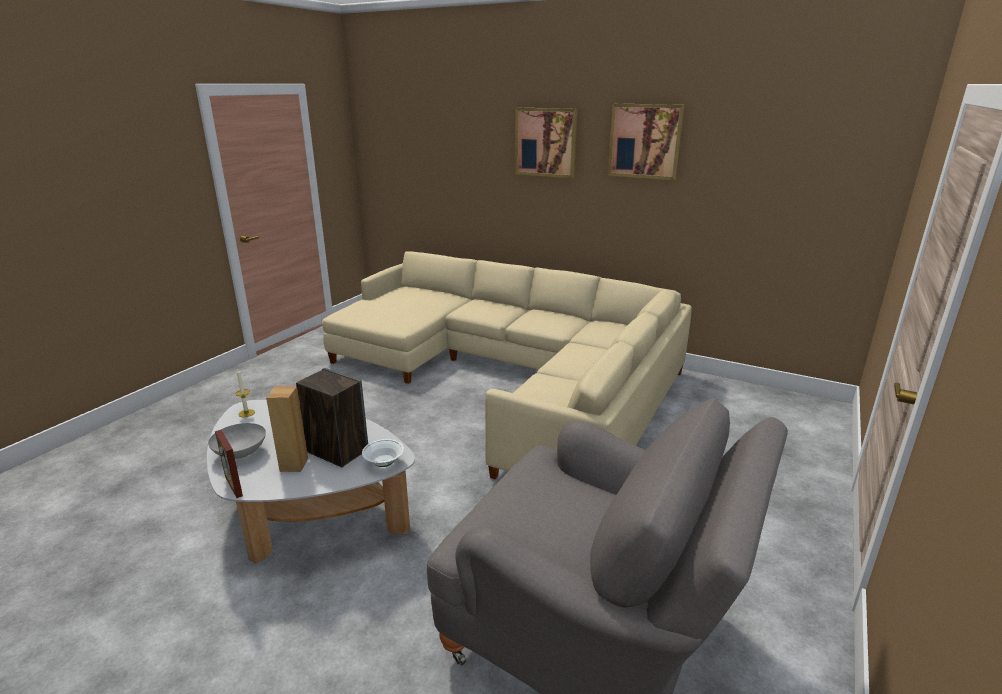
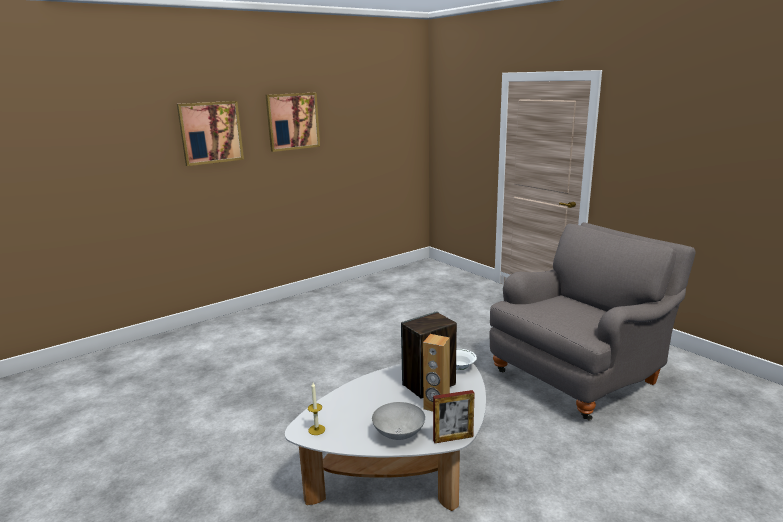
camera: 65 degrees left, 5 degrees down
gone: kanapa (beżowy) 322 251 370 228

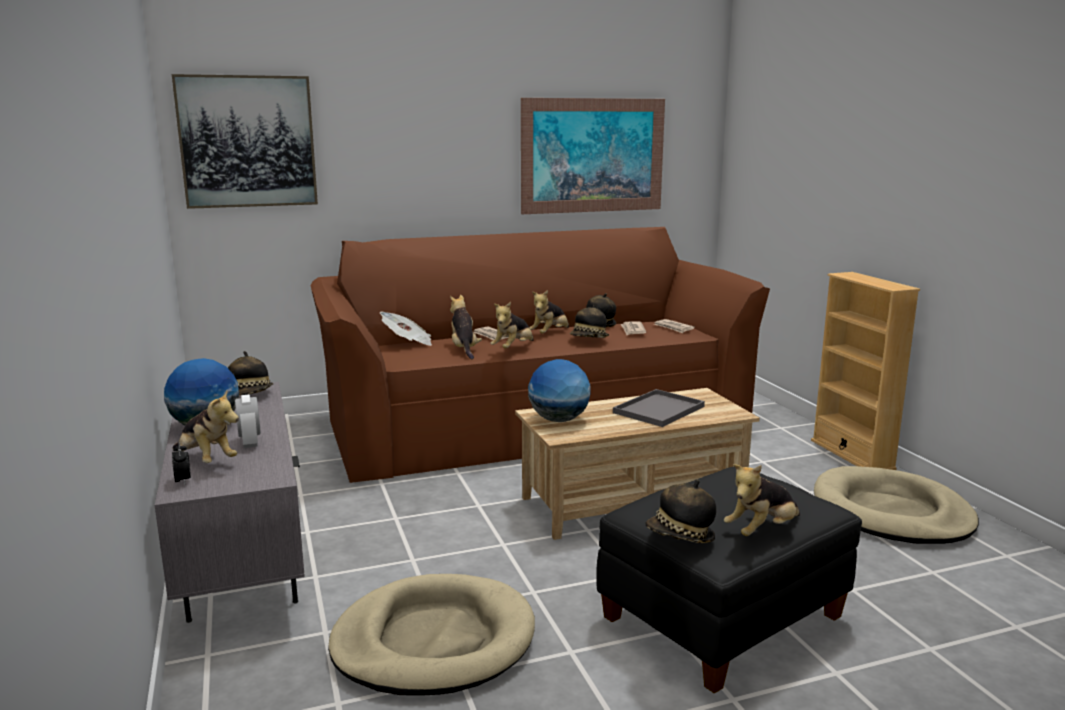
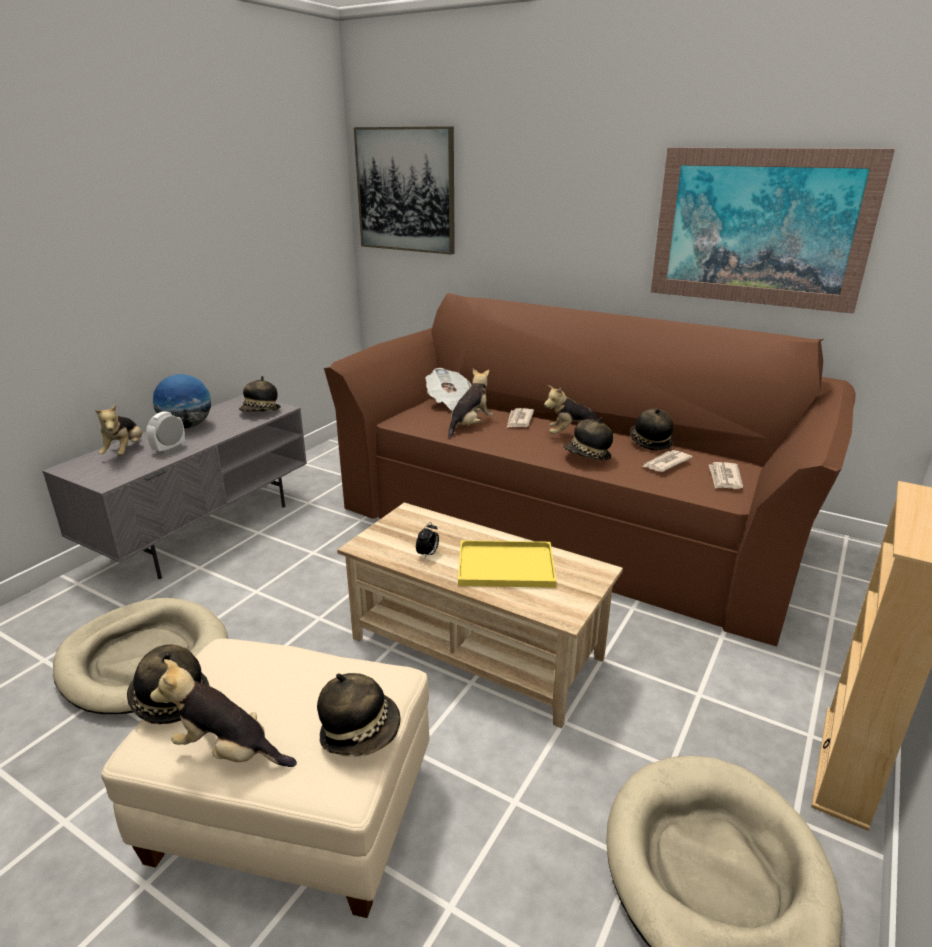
camera: 50 degrees right, 10 degrees up
gone: pluszak 490 302 44 46; globus 528 359 62 63
new: kapelusz 317 673 84 84
shifted: budzik 172 443 19 41 to 416 522 23 36
repainted: pufa (czarny) 596 467 266 227 to pufa (beżowy) 101 638 329 280; taca (szary) 613 389 92 38 to taca (żółty) 458 540 99 48

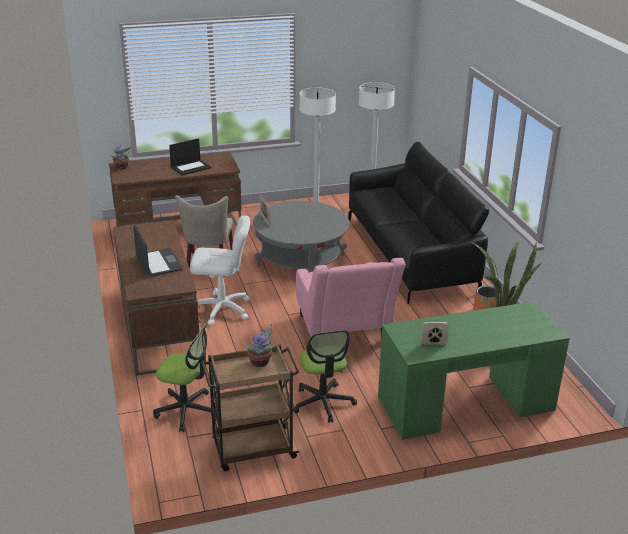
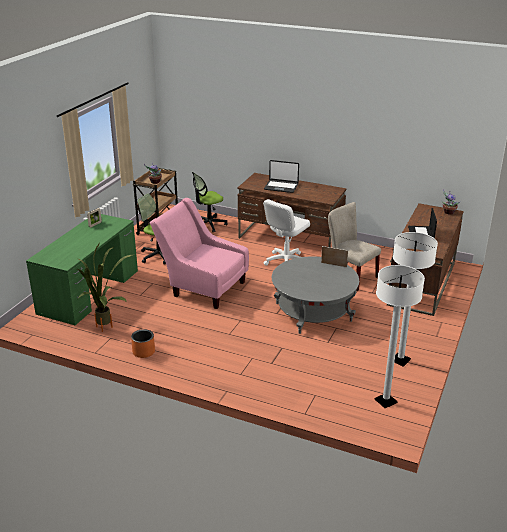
camera: 130 degrees right, 0 degrees up
gone: kanapa (czarny) 349 142 140 162

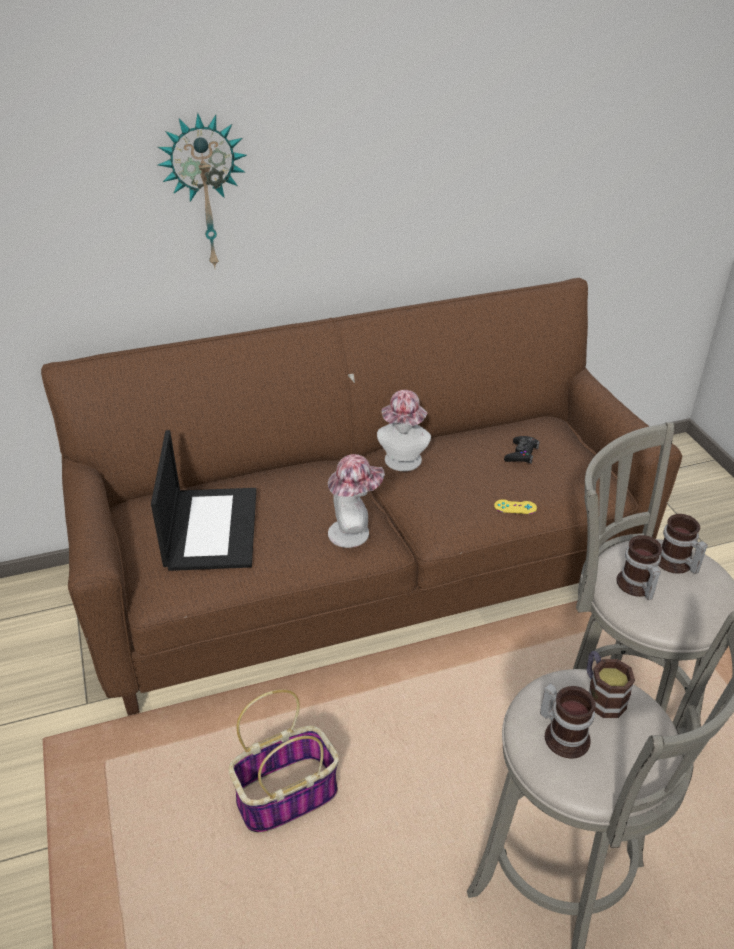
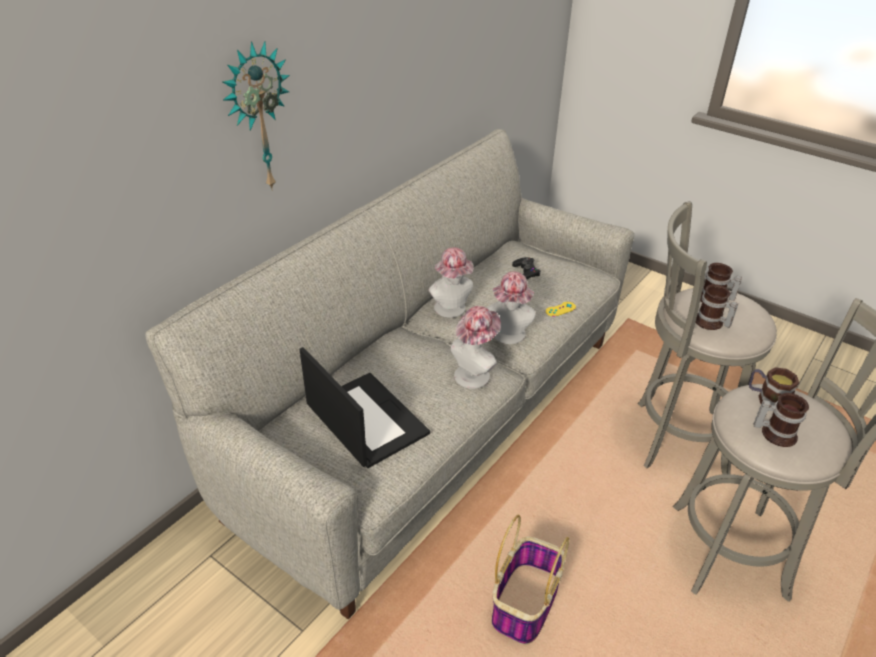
camera: 35 degrees left, 0 degrees up
new: kapelusz 487 272 49 72
repainted: kanapa (brązowy) 41 278 641 438 to kanapa (szary) 145 129 489 490

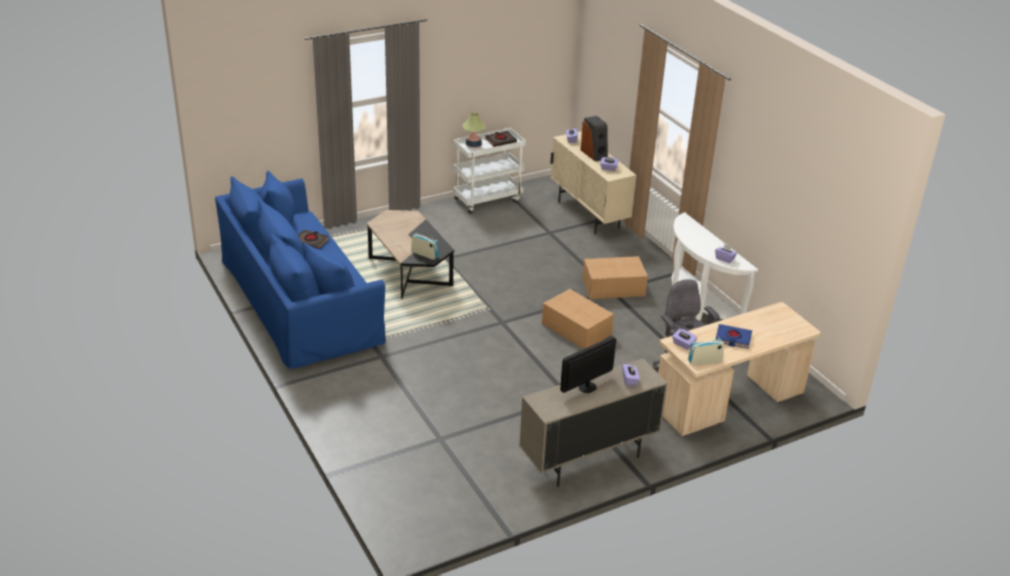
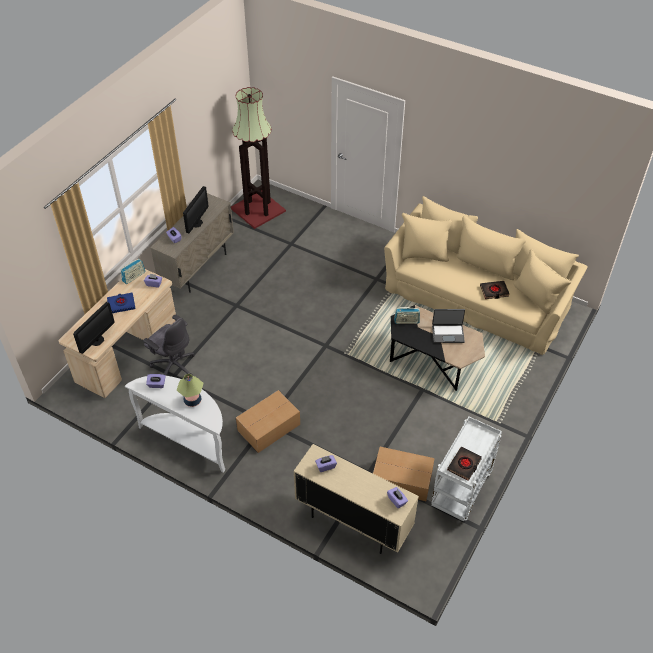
camera: 150 degrees right, 15 degrees up
gone: głośnik 580 116 28 46
new: monitor 73 302 41 52; lampa stojąca 231 87 55 142; laptop 432 309 33 34
shifted: lampa stołowa 462 112 24 36 to 177 374 26 33; karton 542 289 72 60 to 373 447 62 54
repainted: kanapa (niebieski) 215 171 171 198 to kanapa (beżowy) 384 196 204 159

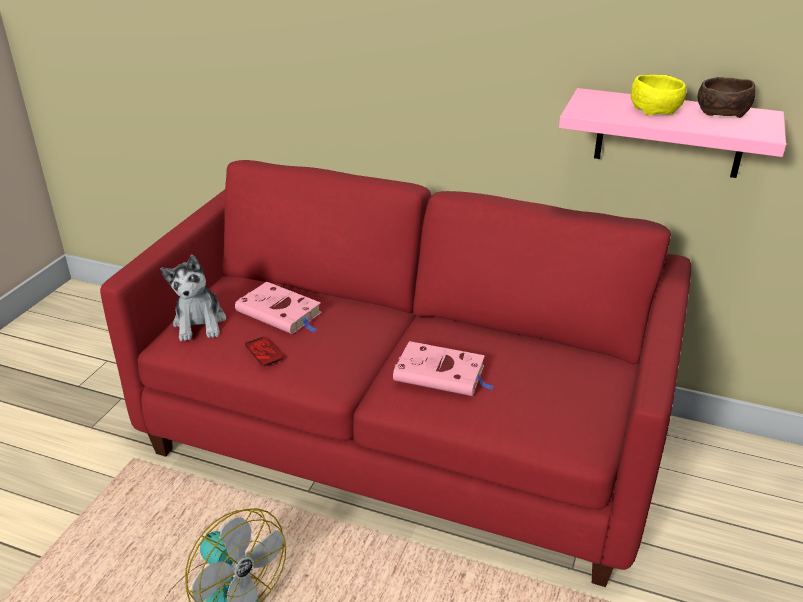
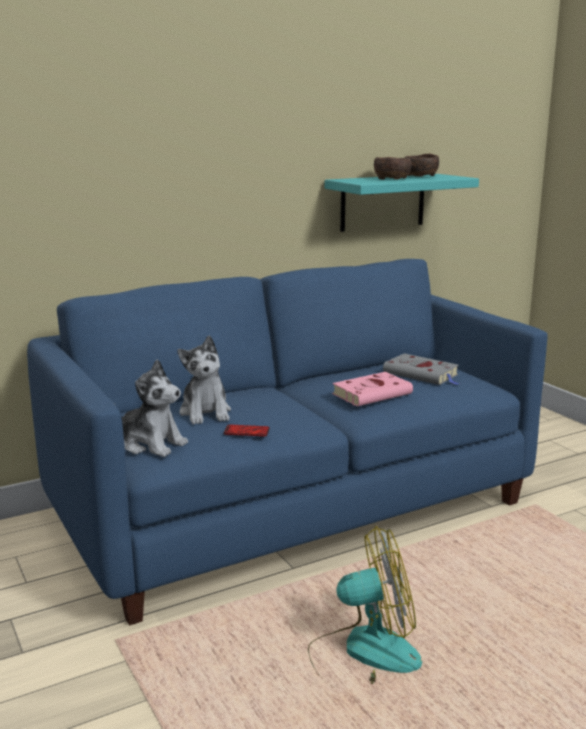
camera: 50 degrees left, 15 degrees down
new: książka (szary) 383 353 77 32
swapped: książka (różowy) 235 282 87 52 to pluszak 177 336 54 89
repainted: kanapa (czerwony) 100 160 591 427 to kanapa (niebieski) 27 259 521 367; półka (różowy) 559 88 227 90 to półka (turkusowy) 325 174 154 58; miska (żółty) 631 75 55 40 to miska (brązowy) 374 157 38 23

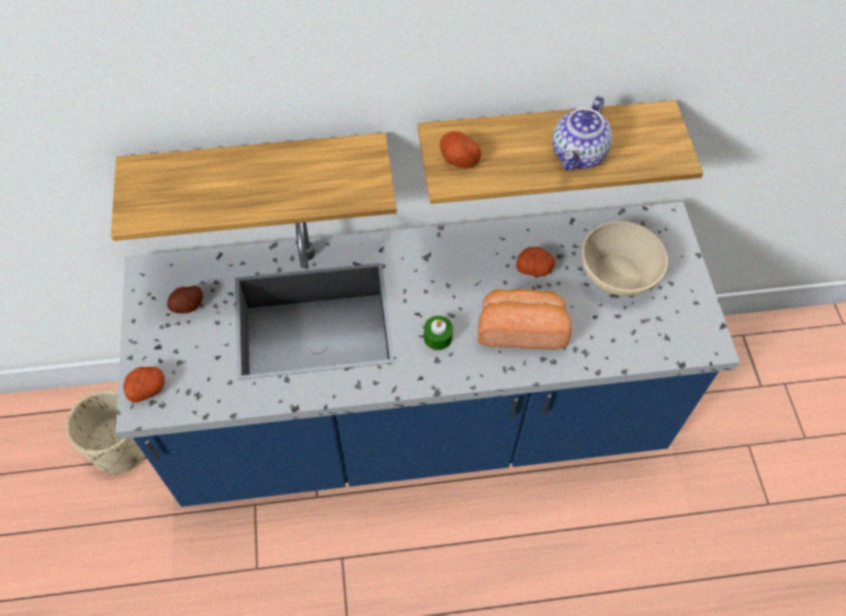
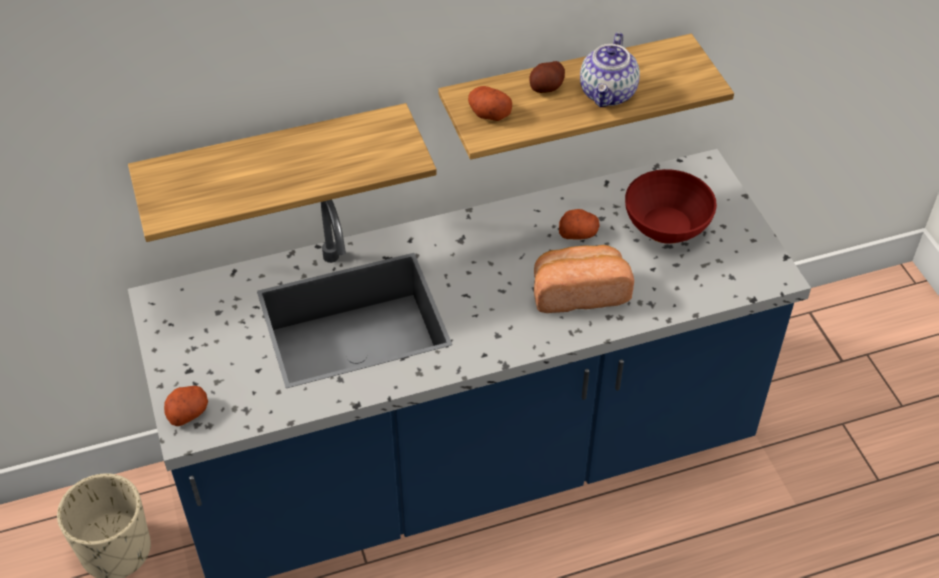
camera: 10 degrees left, 10 degrees down
gone: świeca (zielony) 424 316 29 34
shifted: ziemniak 167 286 36 27 to 529 61 36 32
repainted: miska (beżowy) 582 221 86 75 to miska (czerwony) 625 169 92 75

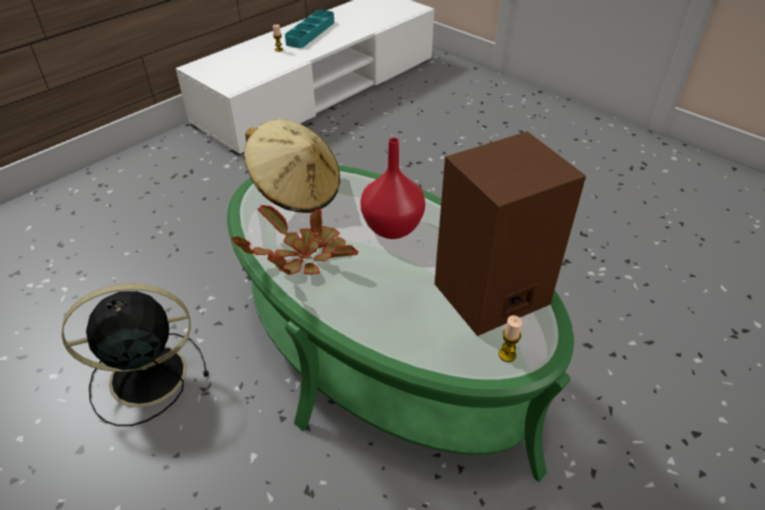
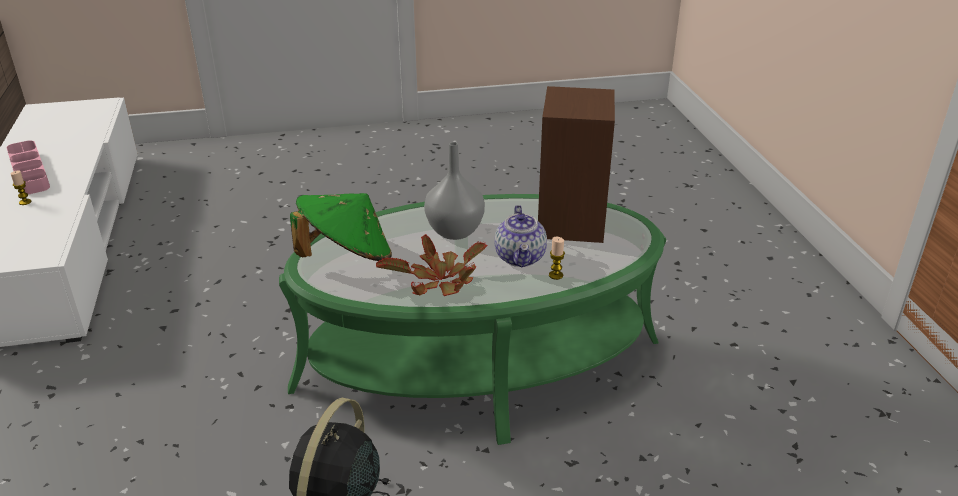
camera: 55 degrees left, 10 degrees down
new: imbryk 495 205 52 63
shifted: świeca 499 315 23 47 to 549 237 16 43
repainted: kapelusz (beżowy) 244 119 96 94 to kapelusz (zielony) 290 193 102 68; taca (turkusowy) 285 10 49 38 to taca (różowy) 6 141 44 54; wazon (czerwony) 361 138 64 101 to wazon (szary) 424 142 61 98

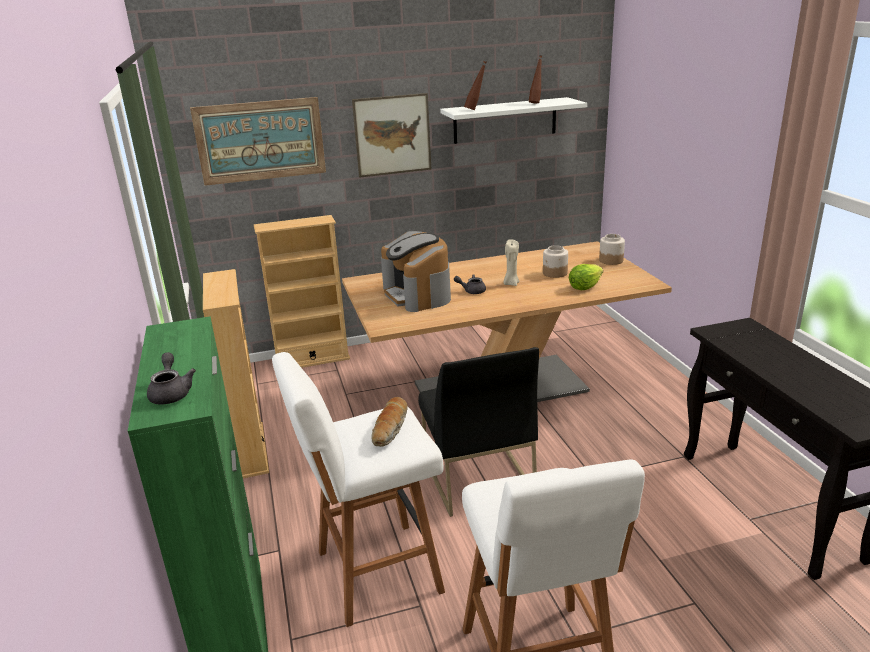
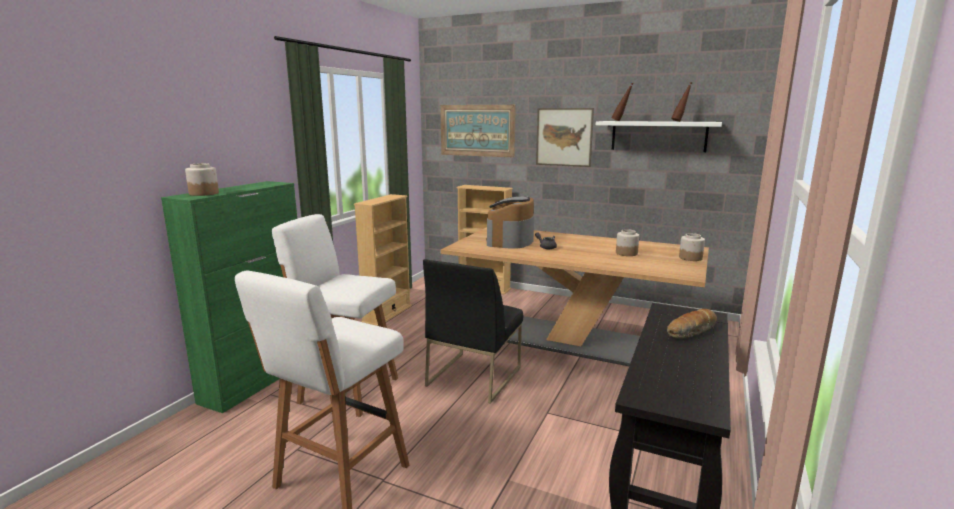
camera: 40 degrees right, 10 degrees down
gone: świeca (beżowy) 503 239 16 47; sałata 568 264 35 26
shifted: chleb 371 397 37 50 to 667 309 50 30
swapped: imbryk (szary) 147 352 49 53 to słoik 185 163 34 33

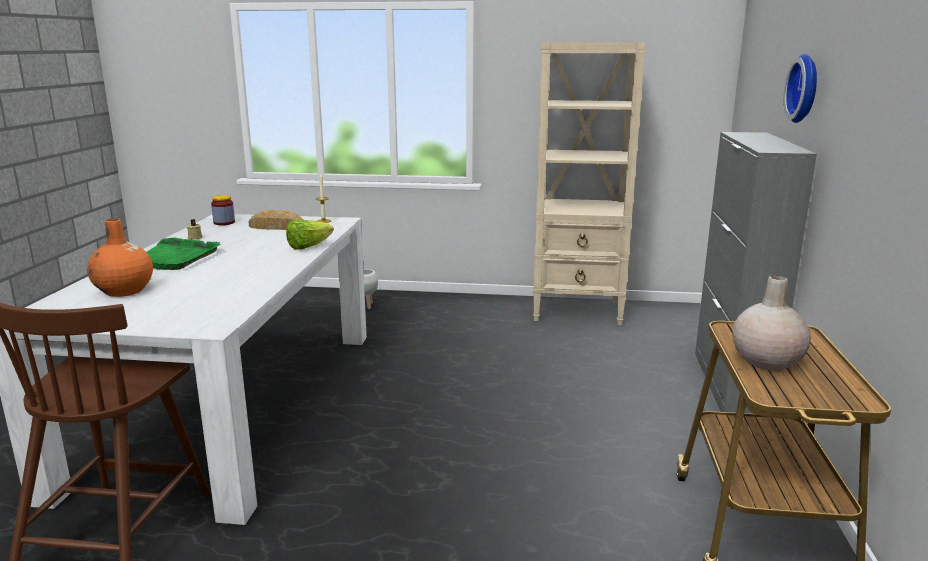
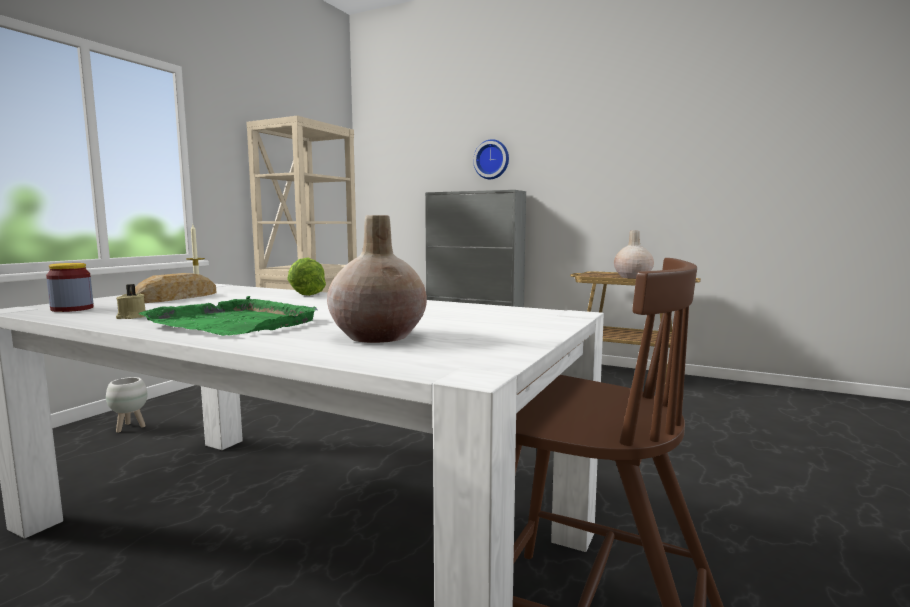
camera: 70 degrees left, 10 degrees down
repainted: wazon (pomarańczowy) 87 218 66 79 to wazon (beżowy) 327 215 100 128

